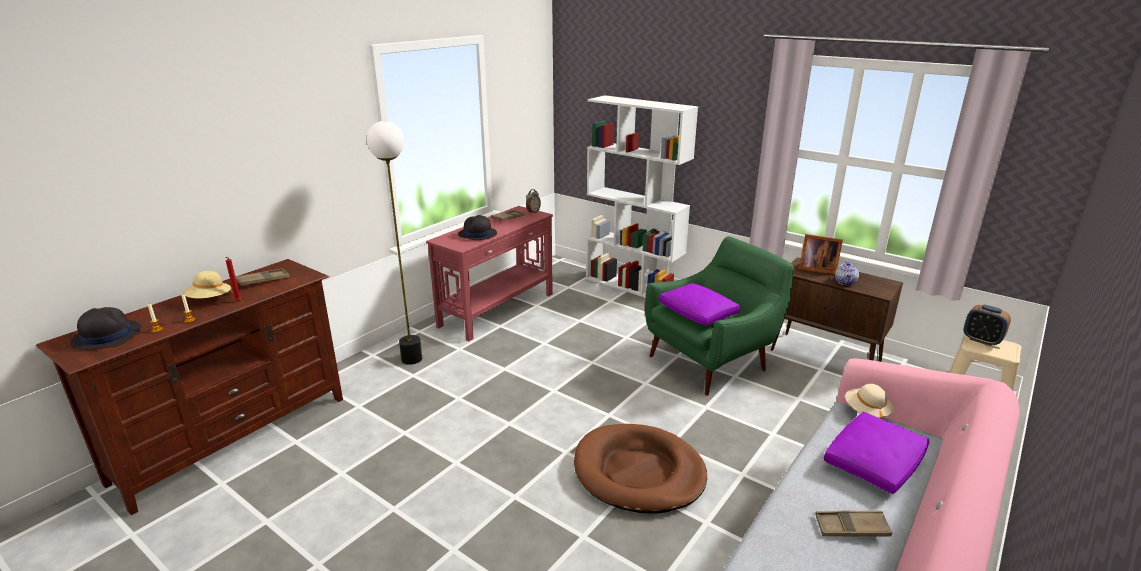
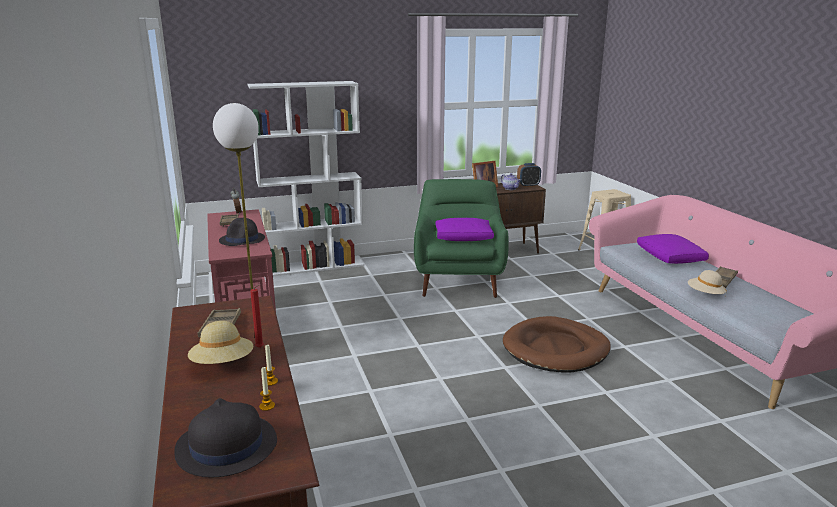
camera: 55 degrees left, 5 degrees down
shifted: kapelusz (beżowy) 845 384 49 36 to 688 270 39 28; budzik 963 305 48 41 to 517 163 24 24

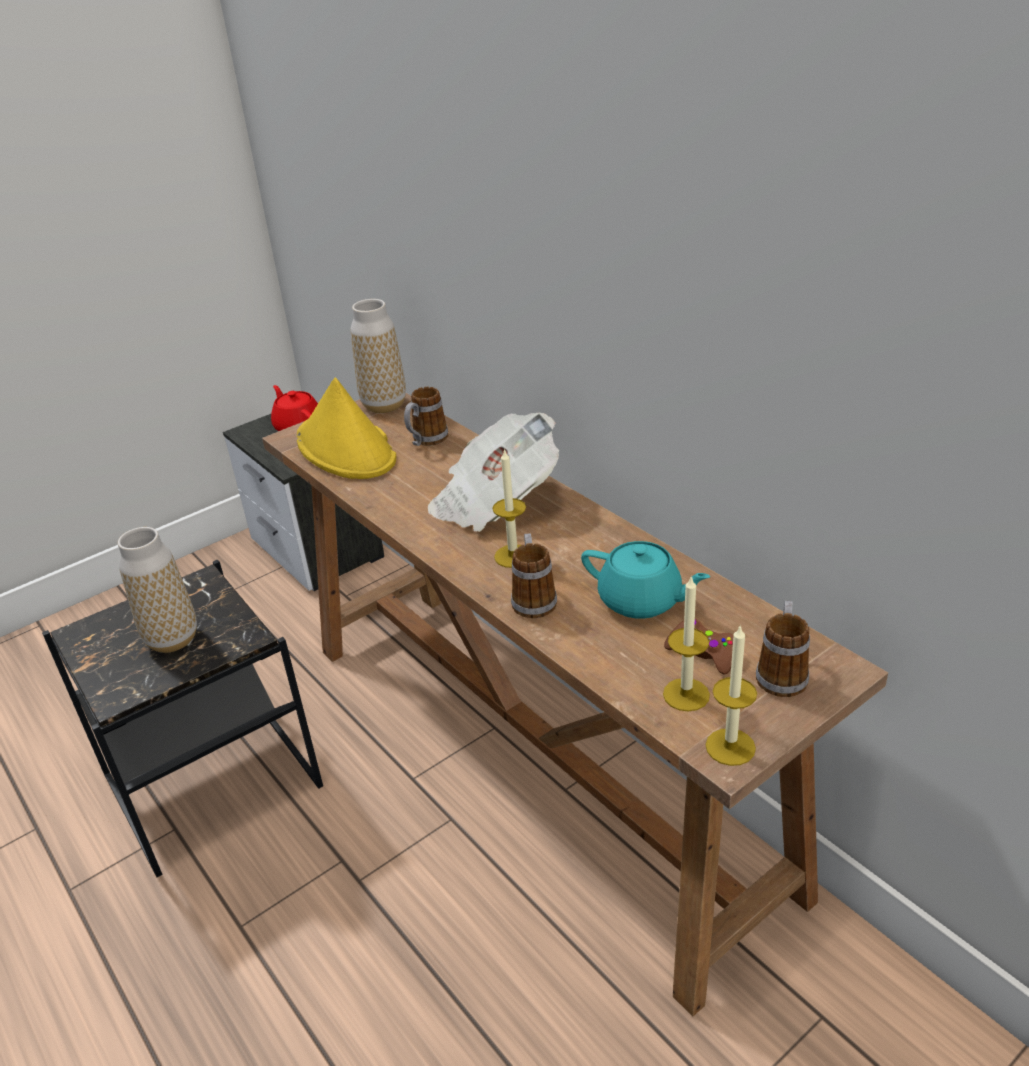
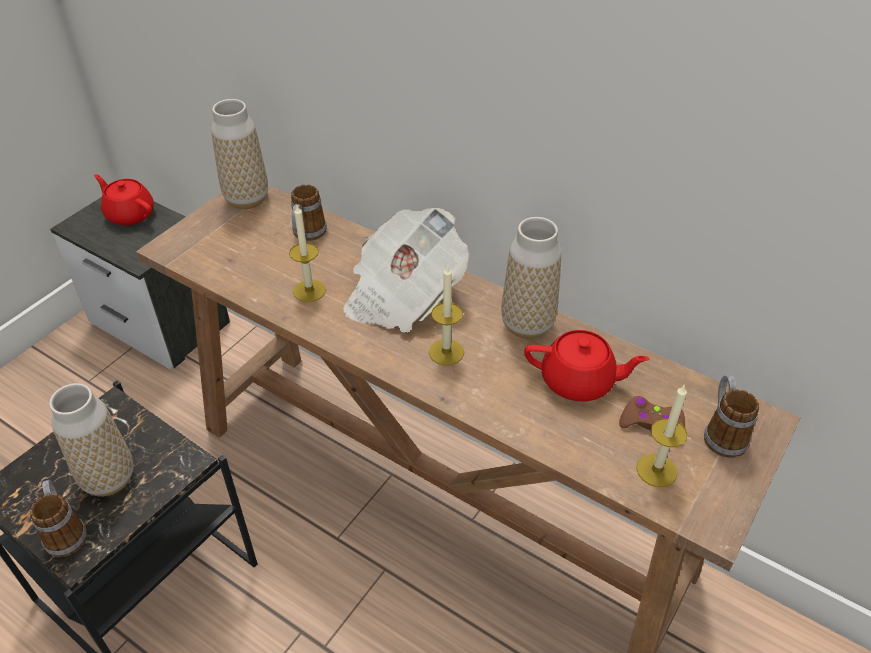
camera: 20 degrees left, 10 degrees up
gone: kapelusz (żółty) 297 377 99 102
new: wazon 501 217 60 122
shifted: kubek 511 533 46 85 to 30 480 57 77; świeca 706 624 51 142 to 289 206 37 96
repainted: imbryk (turkusowy) 581 541 129 78 to imbryk (czerwony) 524 330 126 72

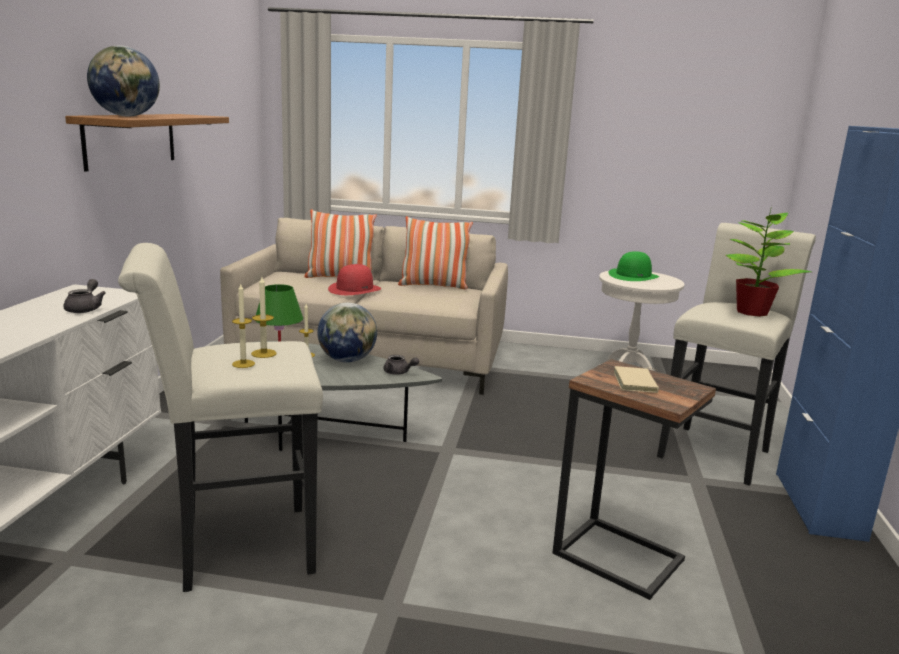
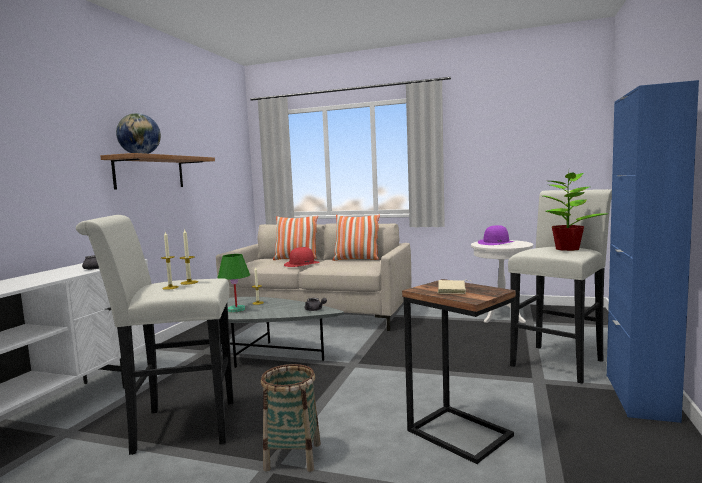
camera: 10 degrees right, 10 degrees down
gone: globus 317 303 60 60
new: koszyk 261 364 60 108
repainted: kapelusz (zielony) 608 251 51 30 to kapelusz (fioletowy) 478 225 37 20

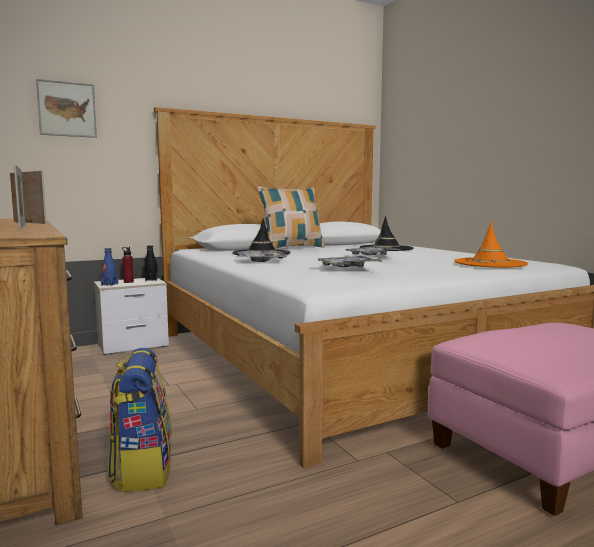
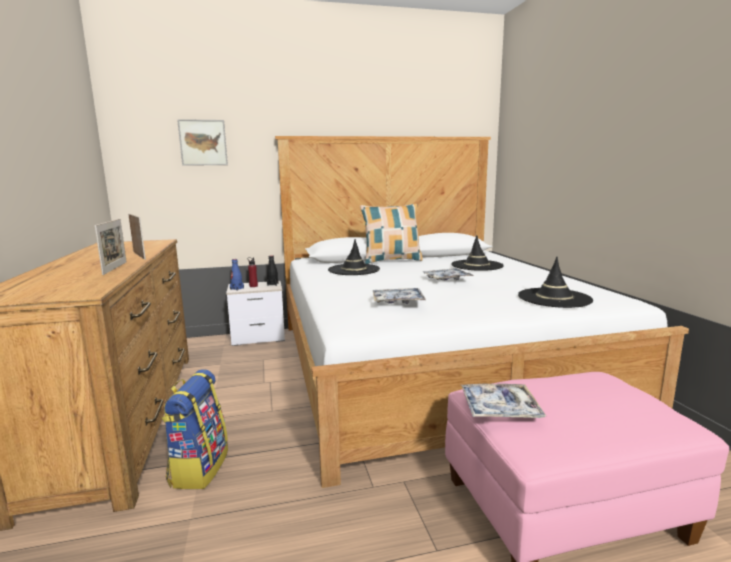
camera: 15 degrees right, 5 degrees up
shifted: taca 238 251 49 11 to 461 384 85 34
repainted: kapelusz (pomarańczowy) 455 221 73 47 to kapelusz (czarny) 518 257 75 51

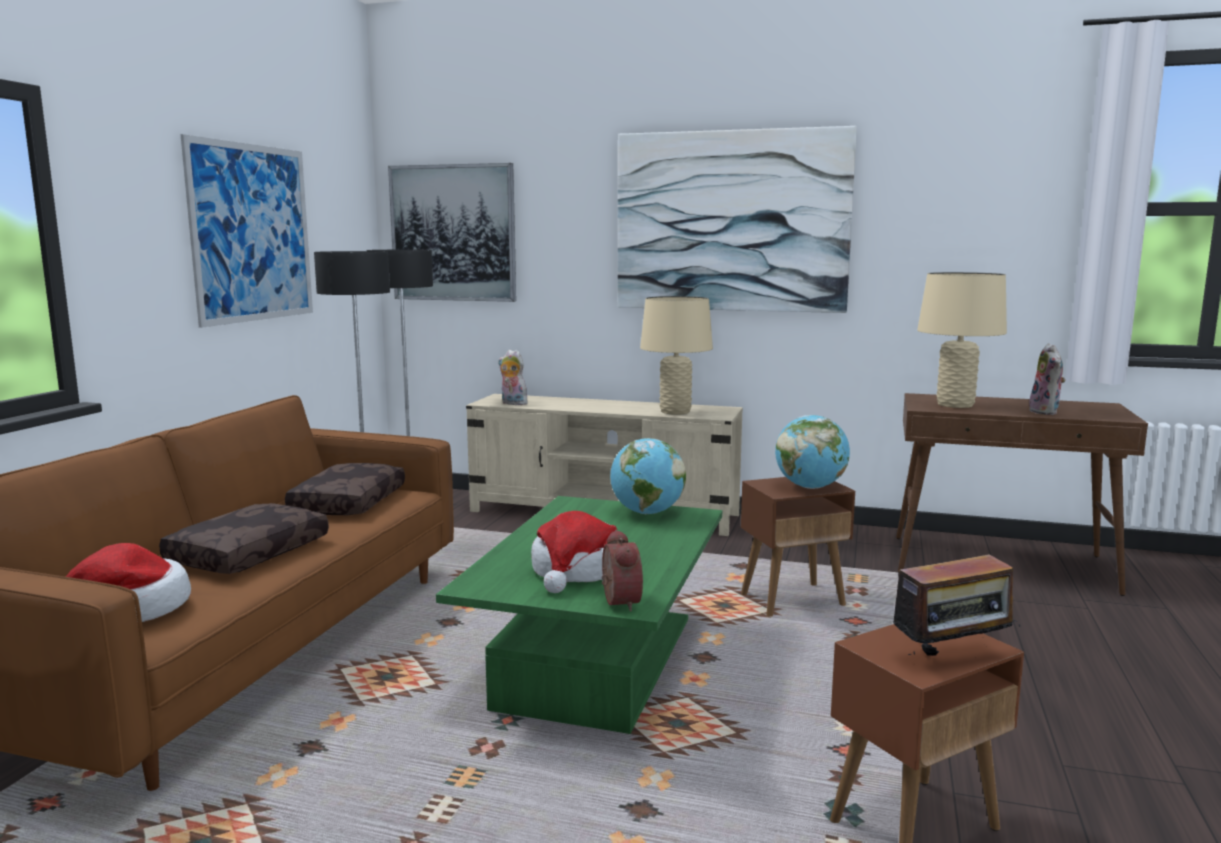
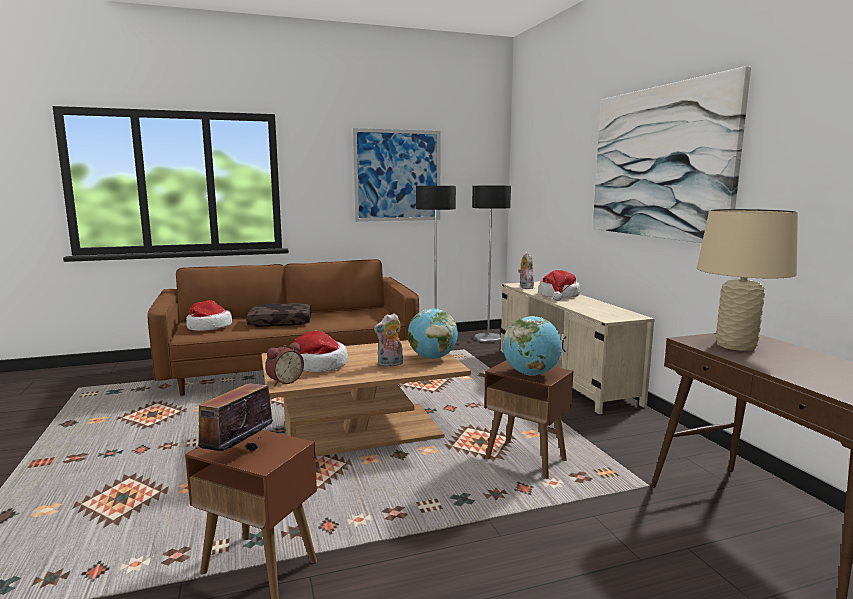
camera: 55 degrees right, 0 degrees up
gone: poduszka (brązowy) 285 463 120 52; obraz 388 163 128 139; lampa stołowa (beżowy) 640 296 73 119
new: kapelusz 539 270 41 31
shifted: pluszak 1029 343 37 72 to 374 313 29 54
repainted: ława (zielony) 436 496 286 238 to ława (brązowy) 261 340 210 117
rotated: radio 893 549 128 107 = 193 383 85 68 75 degrees clockwise

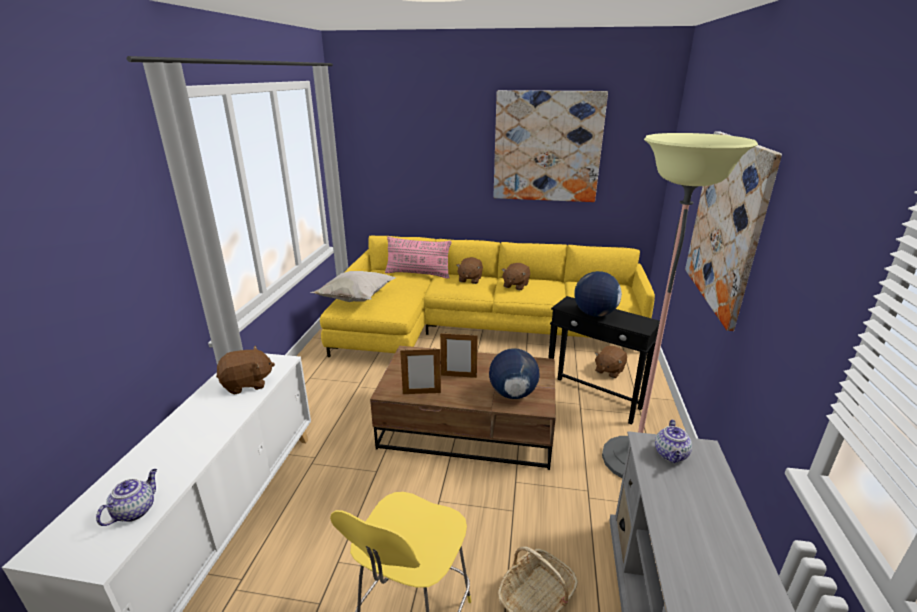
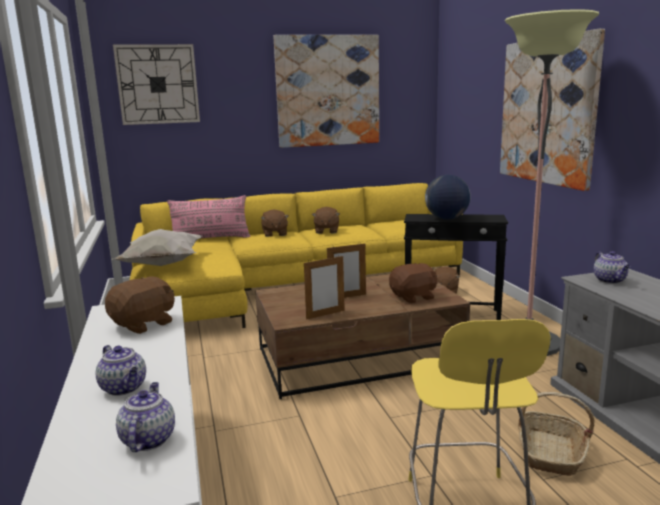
camera: 25 degrees left, 10 degrees down
new: imbryk 96 345 50 51; zegar ścienny 113 44 87 81
swapped: globus 489 348 50 51 to pluszak (brązowy) 389 263 48 40

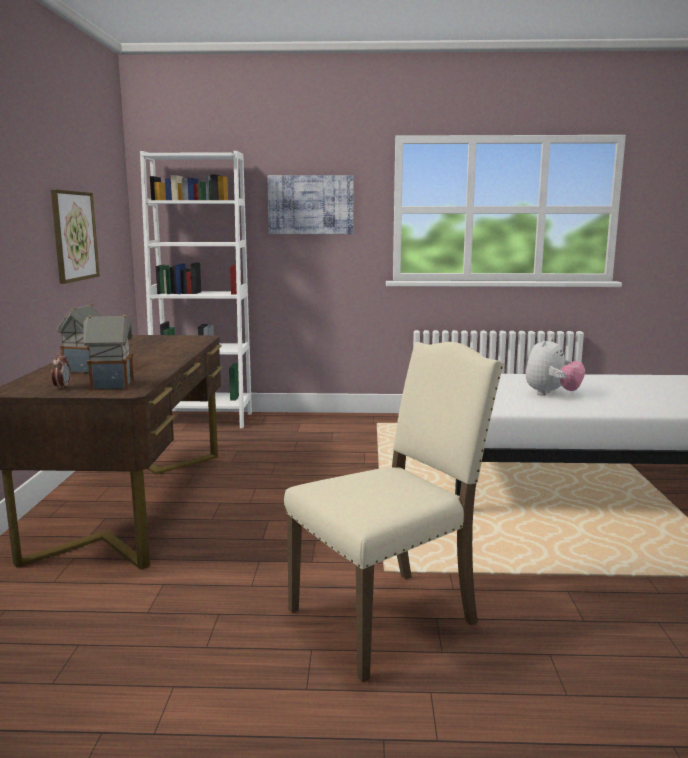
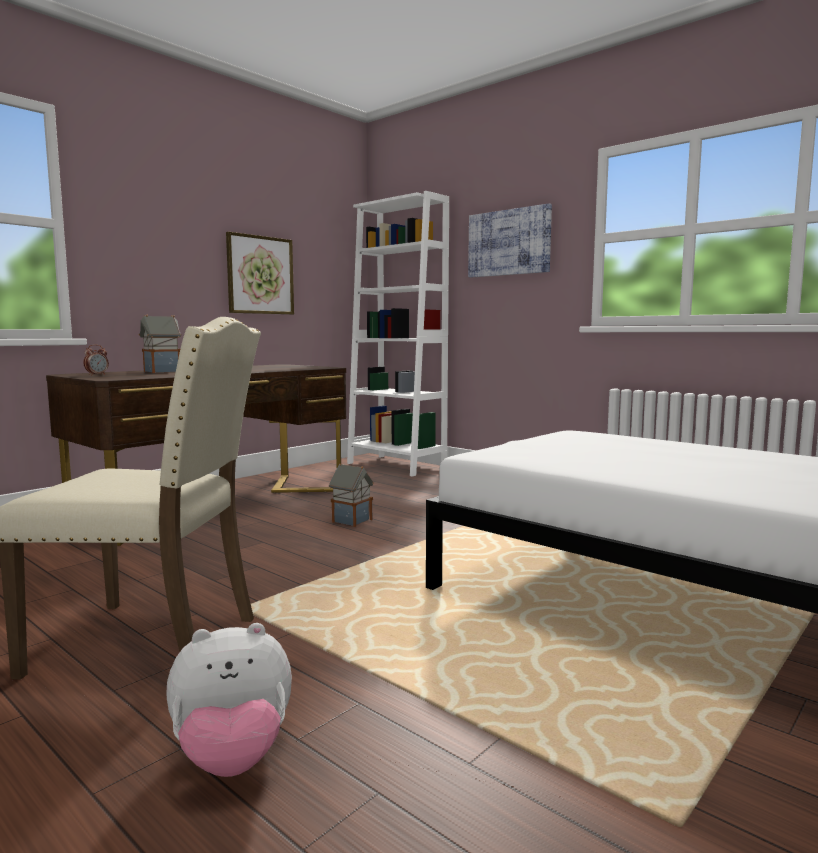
camera: 40 degrees right, 5 degrees down
shifted: domek 83 315 51 75 to 329 463 44 64; pluszak 526 337 59 59 to 166 623 126 154

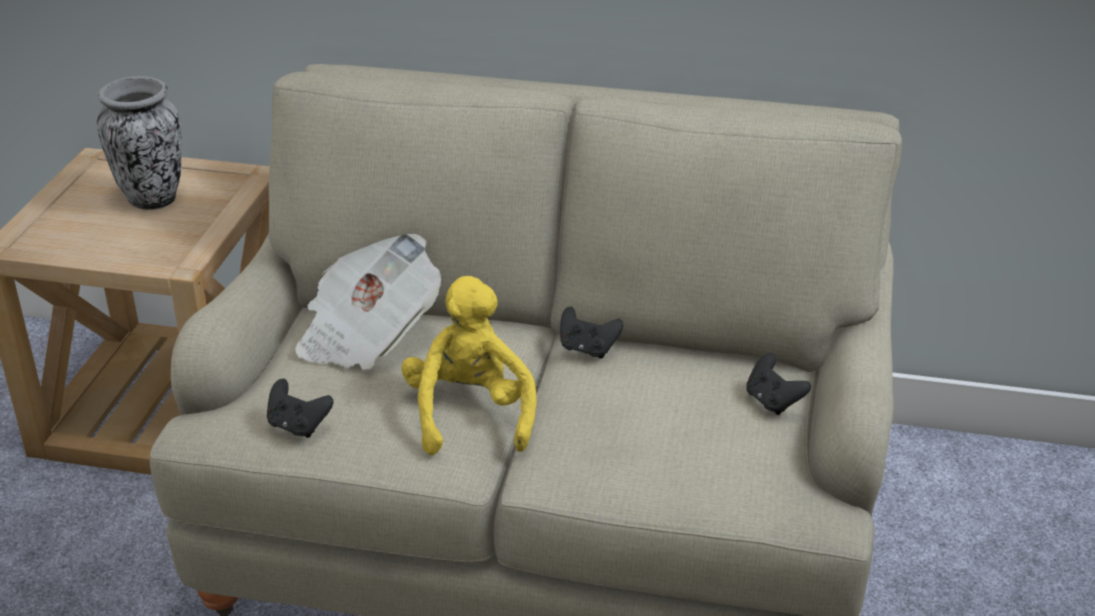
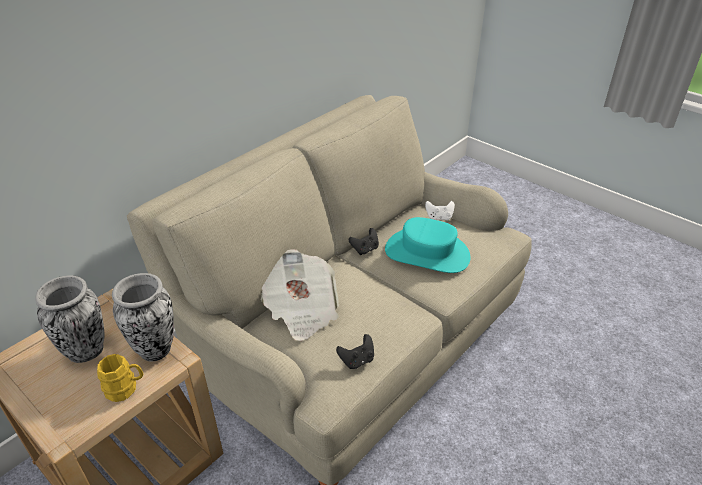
camera: 60 degrees left, 5 degrees up
gone: pluszak (żółty) 401 276 136 179
new: kubek (żółty) 97 354 46 48; wazon 112 273 62 88; kapelusz (turkusowy) 385 217 86 56
repainted: pad do gier (czarny) 746 353 65 62 to pad do gier (biały) 425 201 30 20

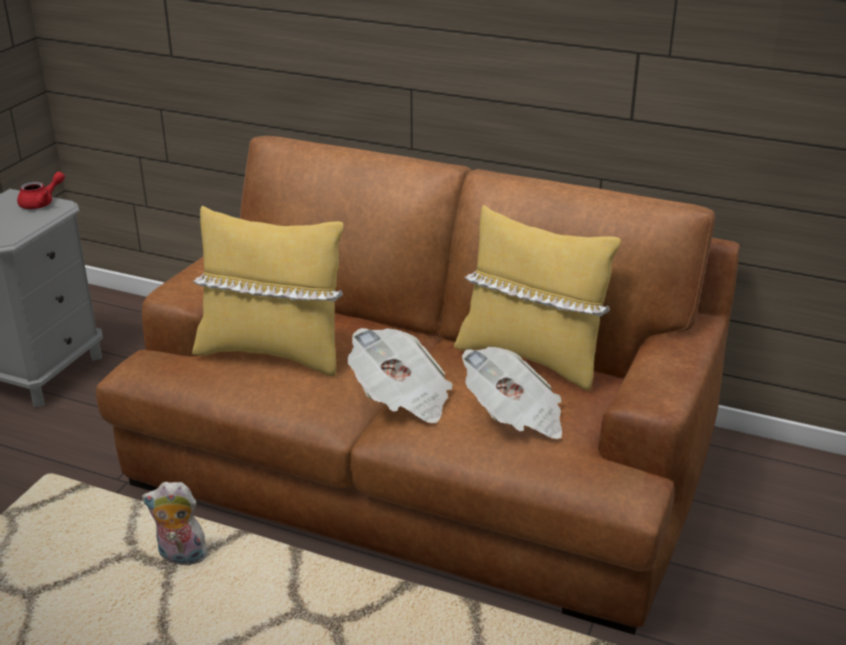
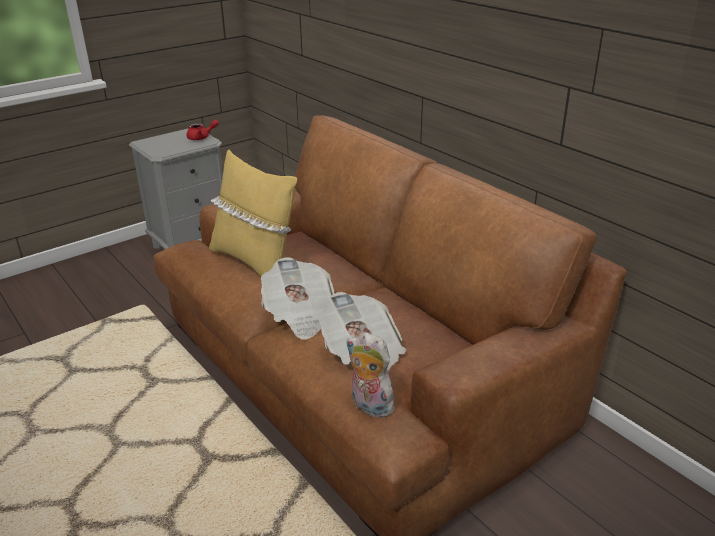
camera: 30 degrees right, 0 degrees up
gone: poduszka (żółty) 454 205 167 186
shifted: pluszak 142 482 66 83 to 346 332 52 86

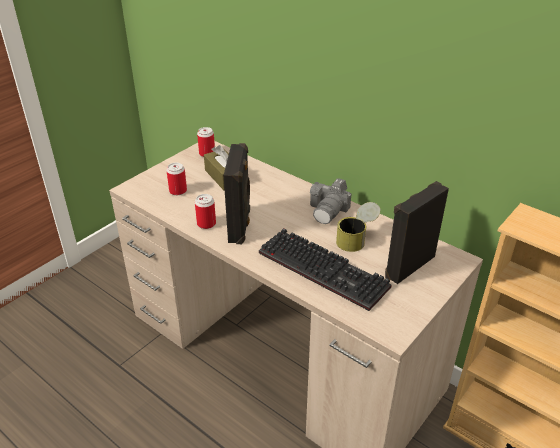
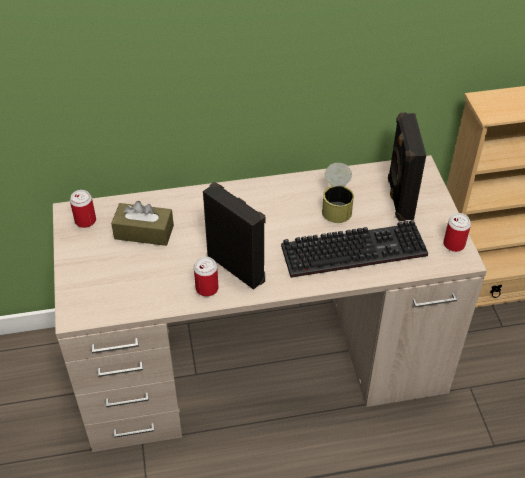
camera: 50 degrees left, 10 degrees up
gone: aparat fotograficzny 310 178 42 46
shifted: puszka 166 163 21 32 to 443 213 28 39

